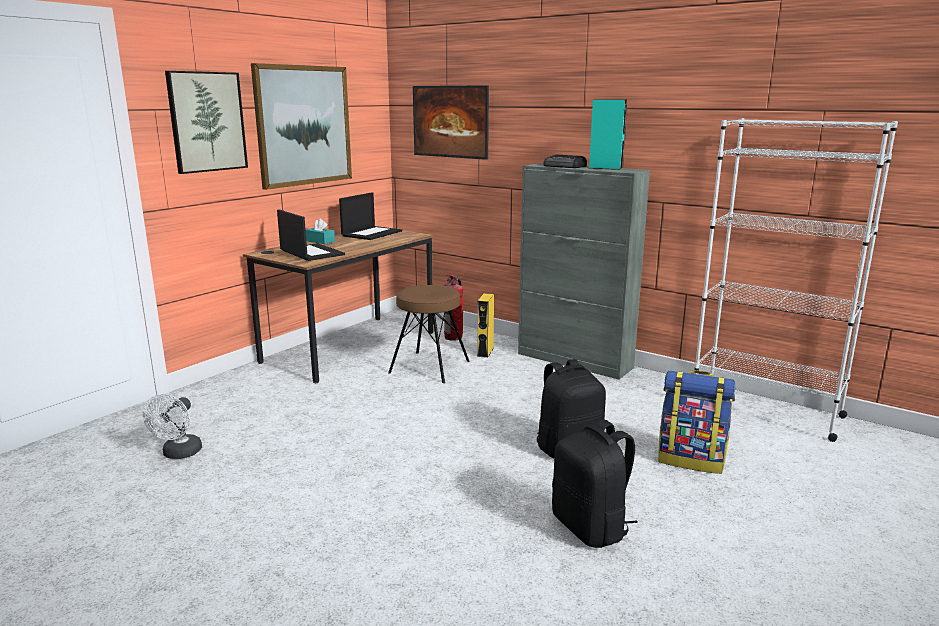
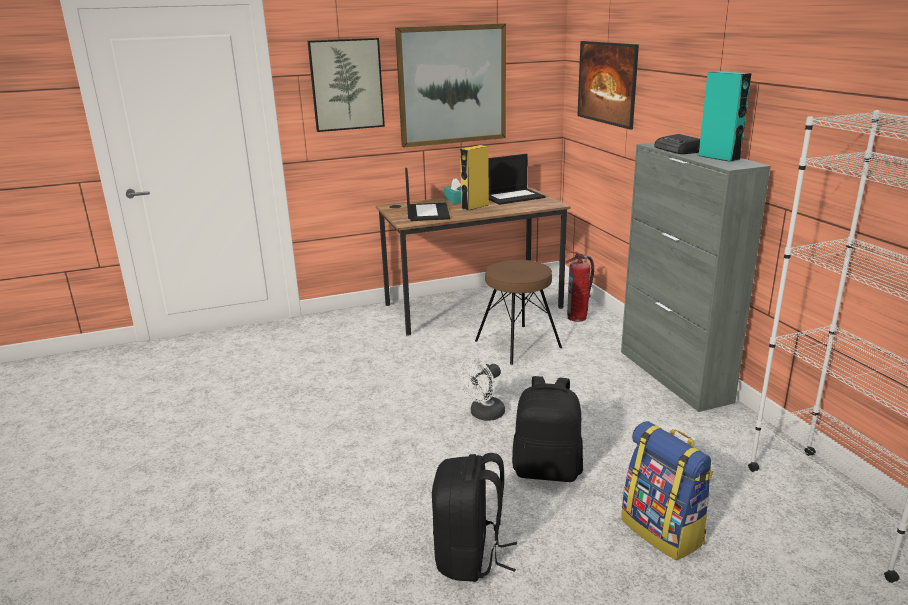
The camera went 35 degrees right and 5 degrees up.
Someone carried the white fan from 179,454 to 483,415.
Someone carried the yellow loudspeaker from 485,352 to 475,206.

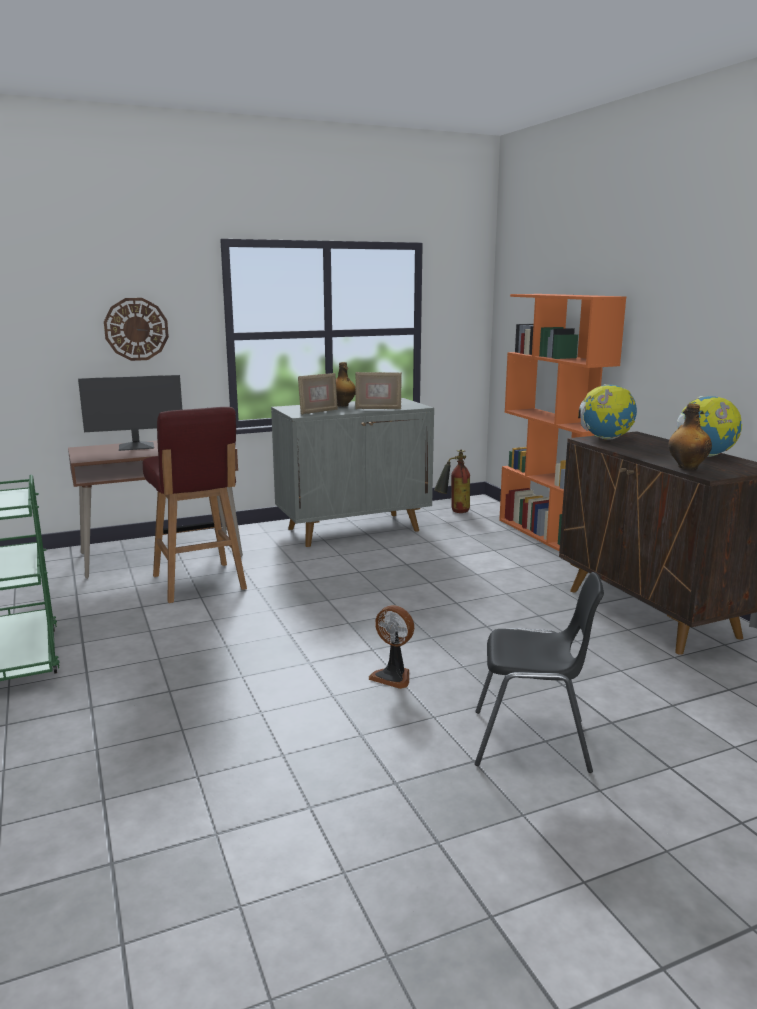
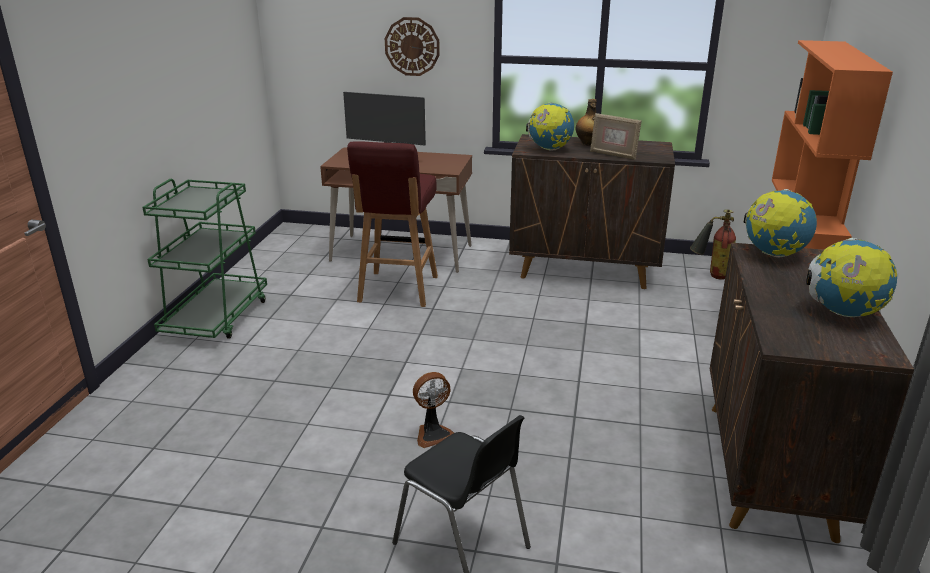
The camera went 35 degrees right and 10 degrees up.
Someone took away the drink bottle at 687,467.
Someone swapped the photo frame at 318,412 for the world globe at 549,149.
Someone repainted the gray cabinet at 354,529, which became the brown-coloured cabinet at 585,270.
Someone rotated the fan at 393,676 by 90 degrees counterclockwise.

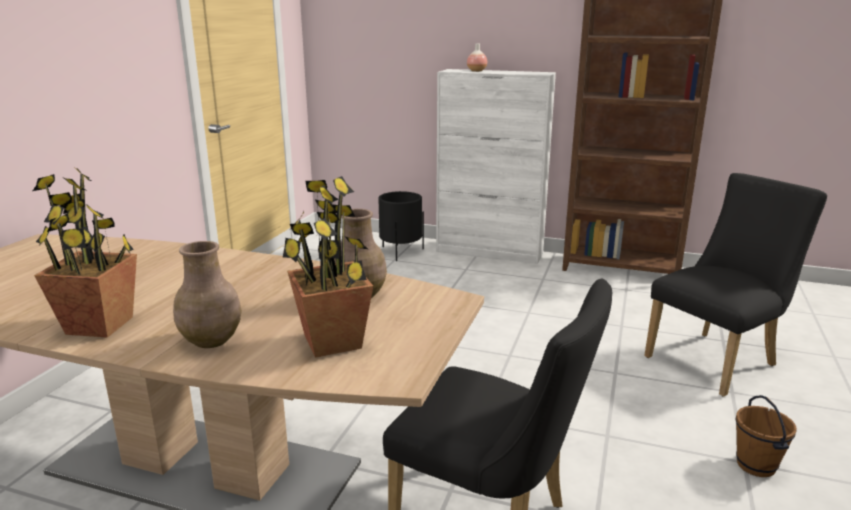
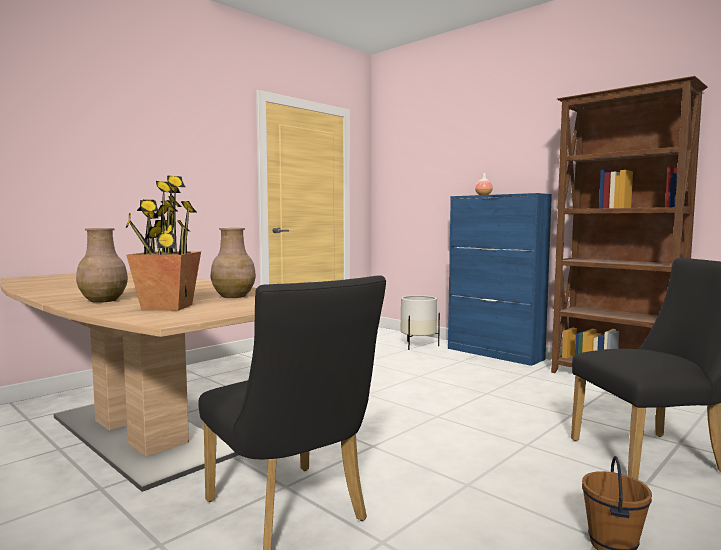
The camera went 25 degrees right and 15 degrees down.
Someone took away the houseplant at 100,325.
Someone repainted the blackish flower pot at 400,252, which became the white flower pot at 418,345.
Someone repainted the white cabinet at 490,252, which became the bluish cabinet at 494,354.

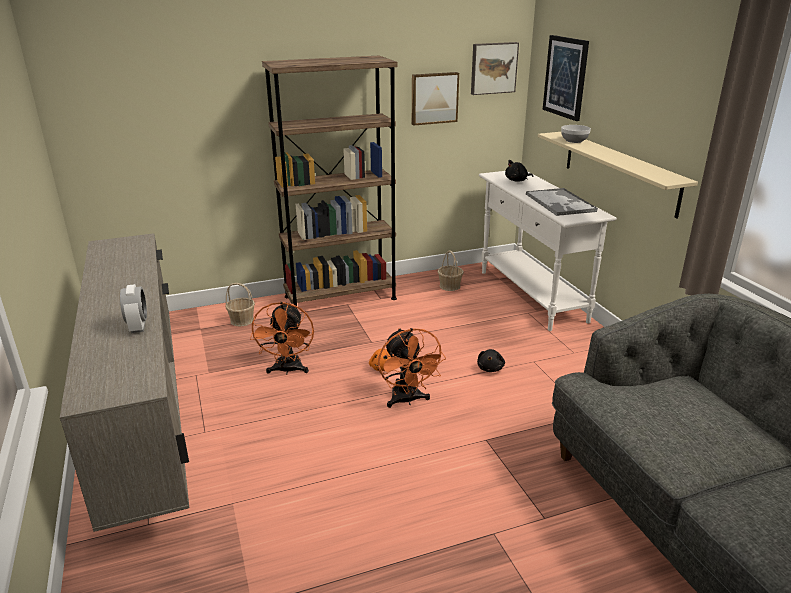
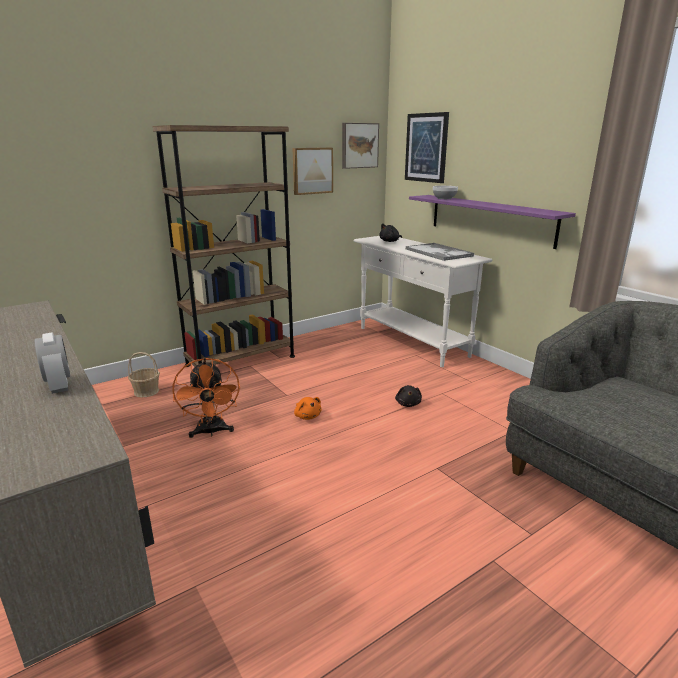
The camera went 15 degrees left and 5 degrees down.
Someone took away the orangey fan at 407,400.
Someone took away the basket at 450,286.
Someone repainted the sand-coloured bracket shelf at 619,171, which became the purple-coloured bracket shelf at 490,219.

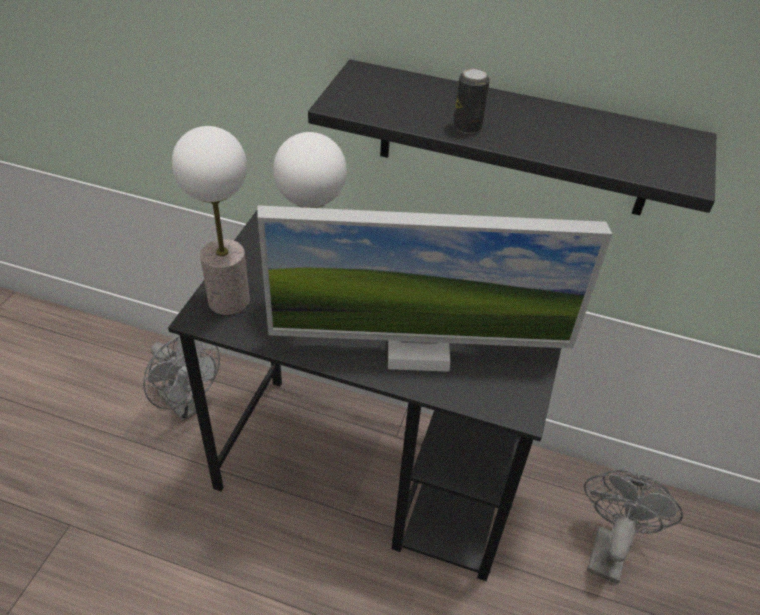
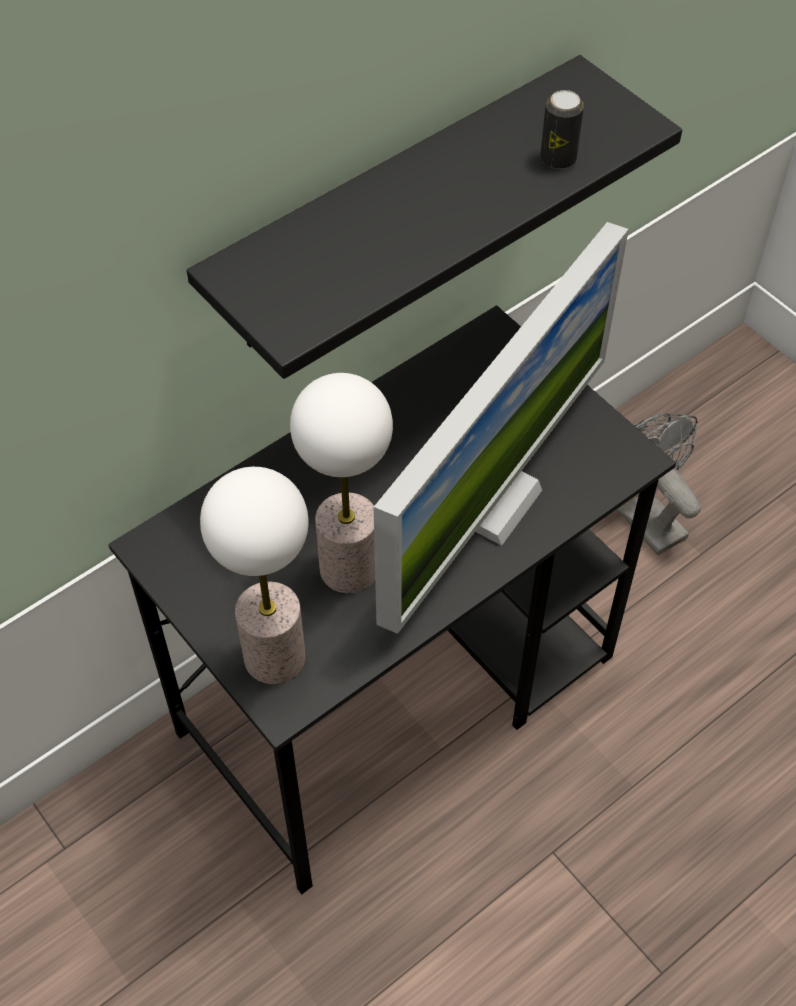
The camera went 55 degrees left and 10 degrees up.
Someone took away the gray fan at 187,406.
Someone carried the can from 467,127 to 558,158.

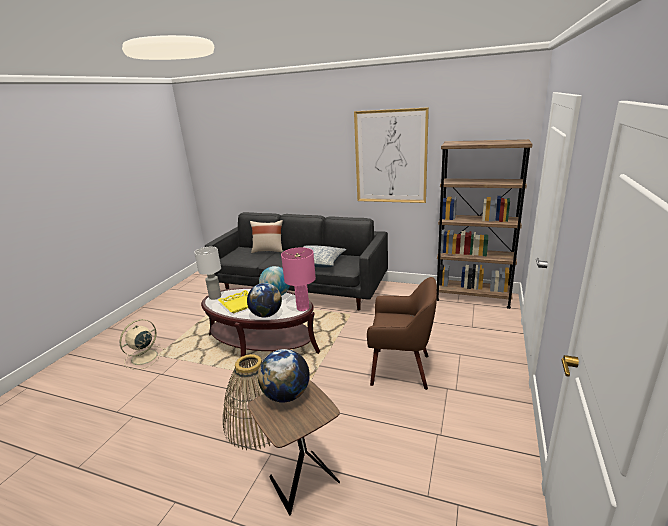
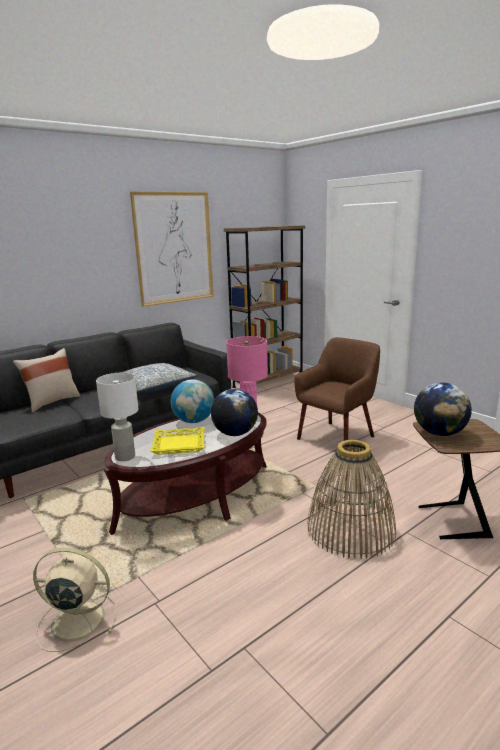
The camera went 60 degrees left and 5 degrees down.
Someone rotated the sand-coloured fan at 143,358 by 120 degrees clockwise.

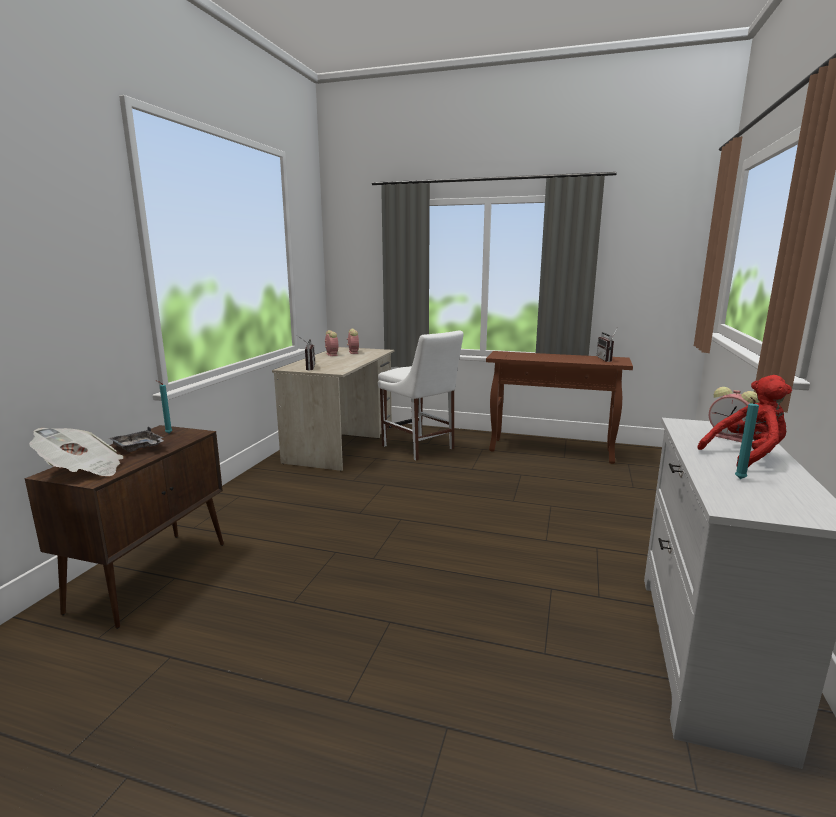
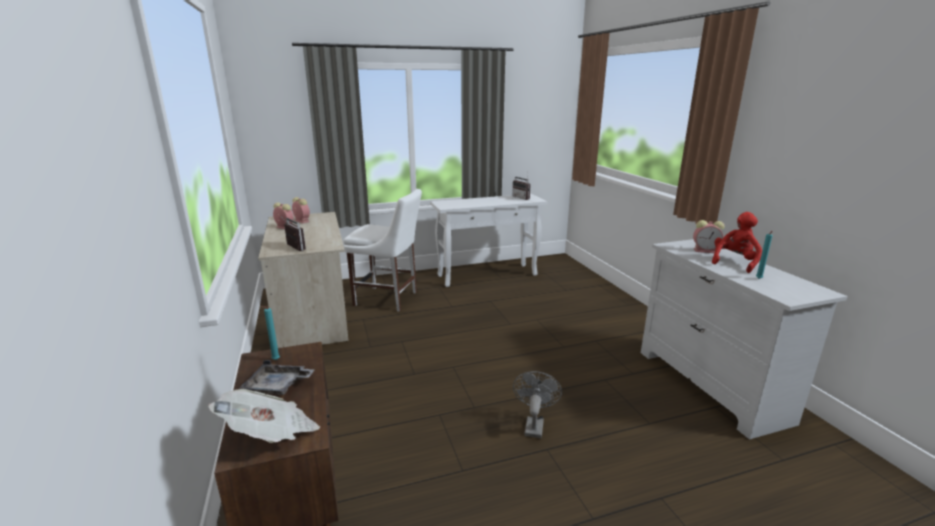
The camera went 35 degrees left and 5 degrees up.
Someone put down the gray fan at 534,424.
Someone repainted the brown-coloured hall table at 552,451, which became the white hall table at 488,275.

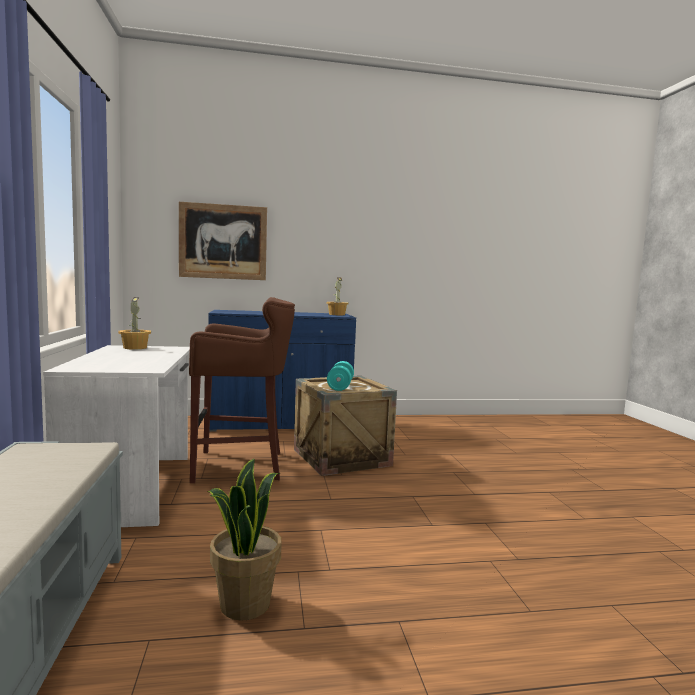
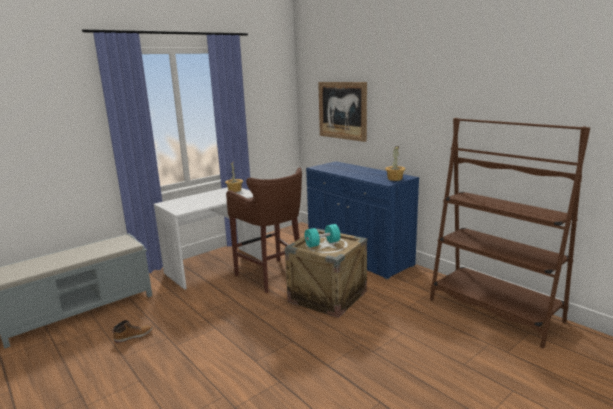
The camera went 60 degrees right and 10 degrees up.
Someone put down the brown-coloured shelving unit at 494,311.
Someone swapped the houseplant at 244,604 for the high-top boot at 133,336.

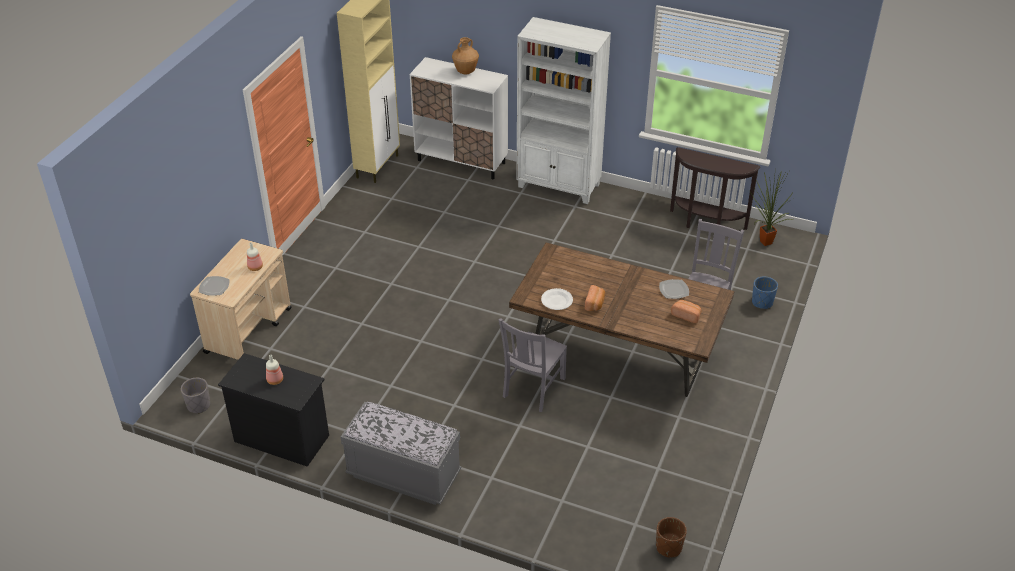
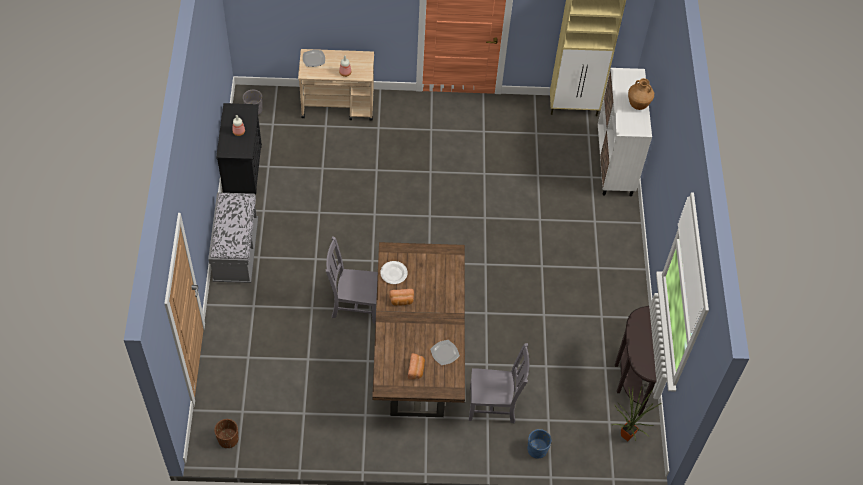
The camera went 65 degrees right and 15 degrees up.
Someone took away the white shelving unit at 559,186.

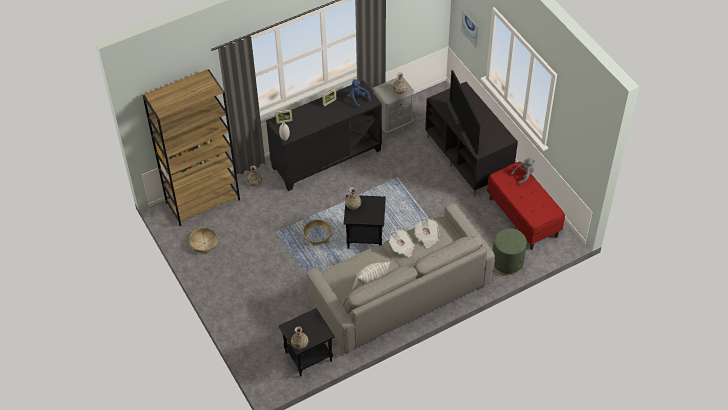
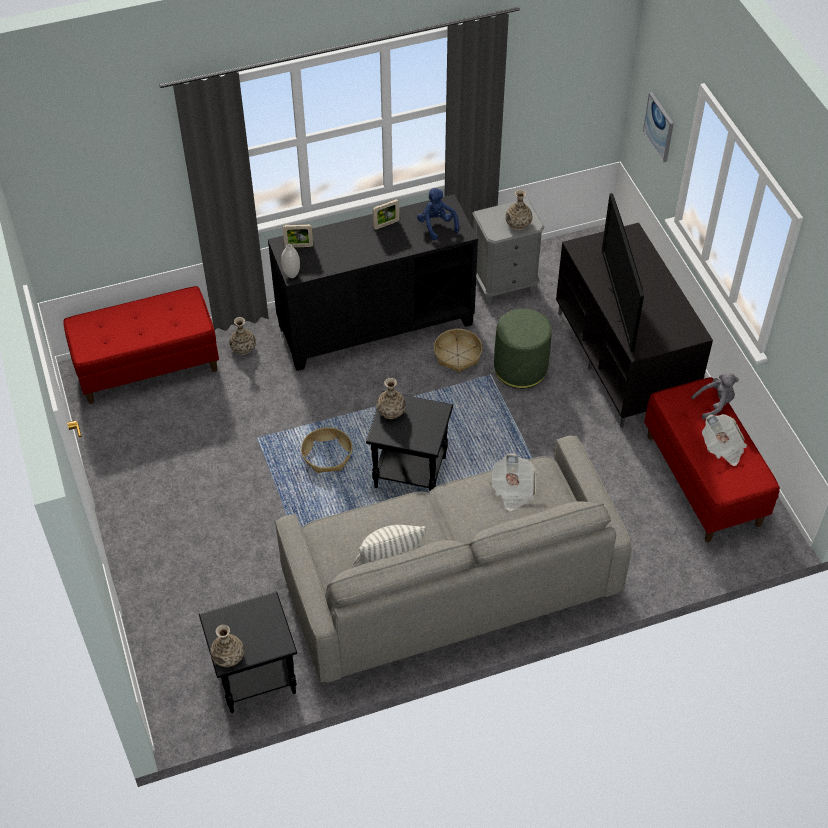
The camera went 10 degrees right and 0 degrees up.
Someone carried the basket from 204,243 to 457,355.
Someone carried the daily paper from 402,248 to 722,447.
Someone carried the greenish ottoman from 507,262 to 520,368.
Someone swapped the brown-coloured shelving unit at 203,201 for the red-coloured long seat at 148,366.

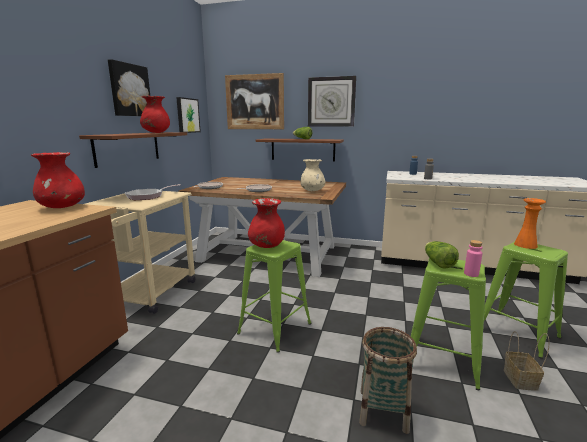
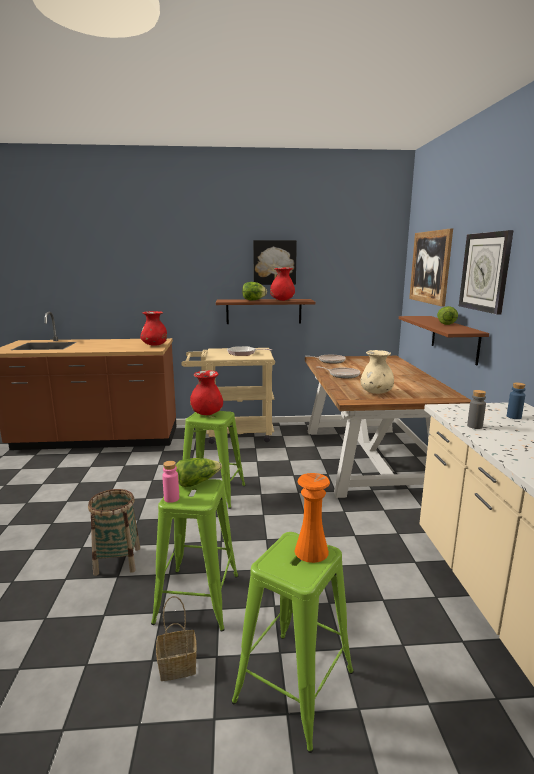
The camera went 70 degrees right and 0 degrees up.
Someone took away the wall art at 187,115.
Someone put down the lettuce head at 253,300.

